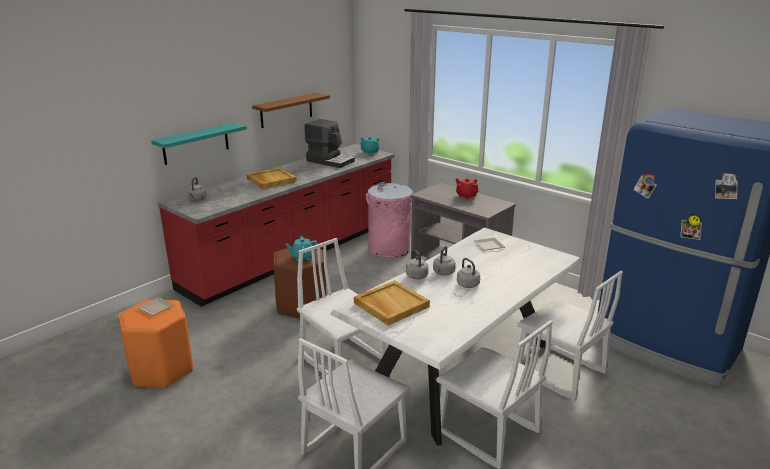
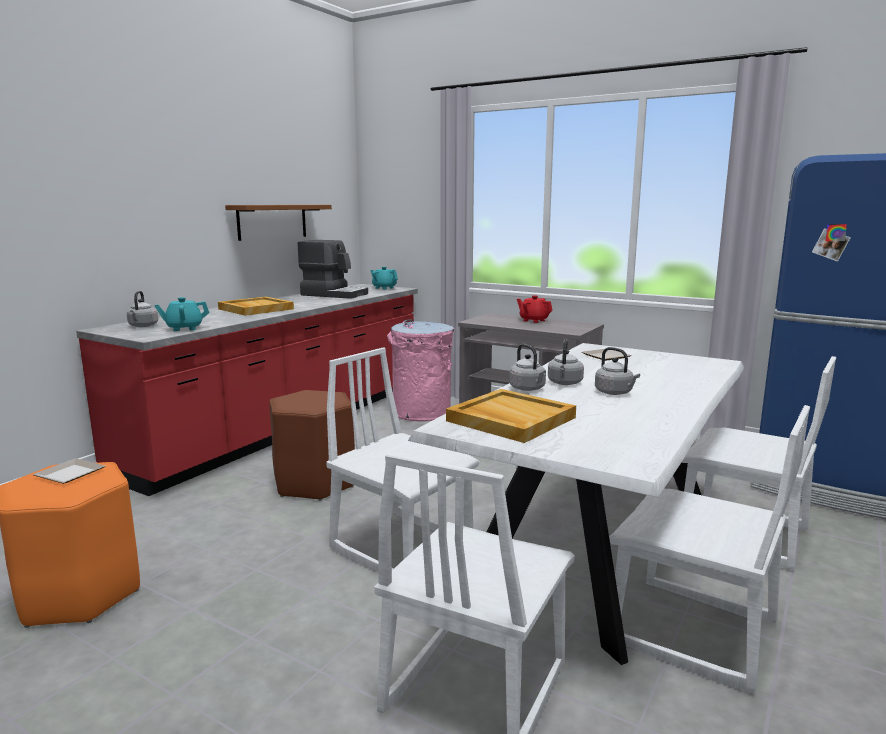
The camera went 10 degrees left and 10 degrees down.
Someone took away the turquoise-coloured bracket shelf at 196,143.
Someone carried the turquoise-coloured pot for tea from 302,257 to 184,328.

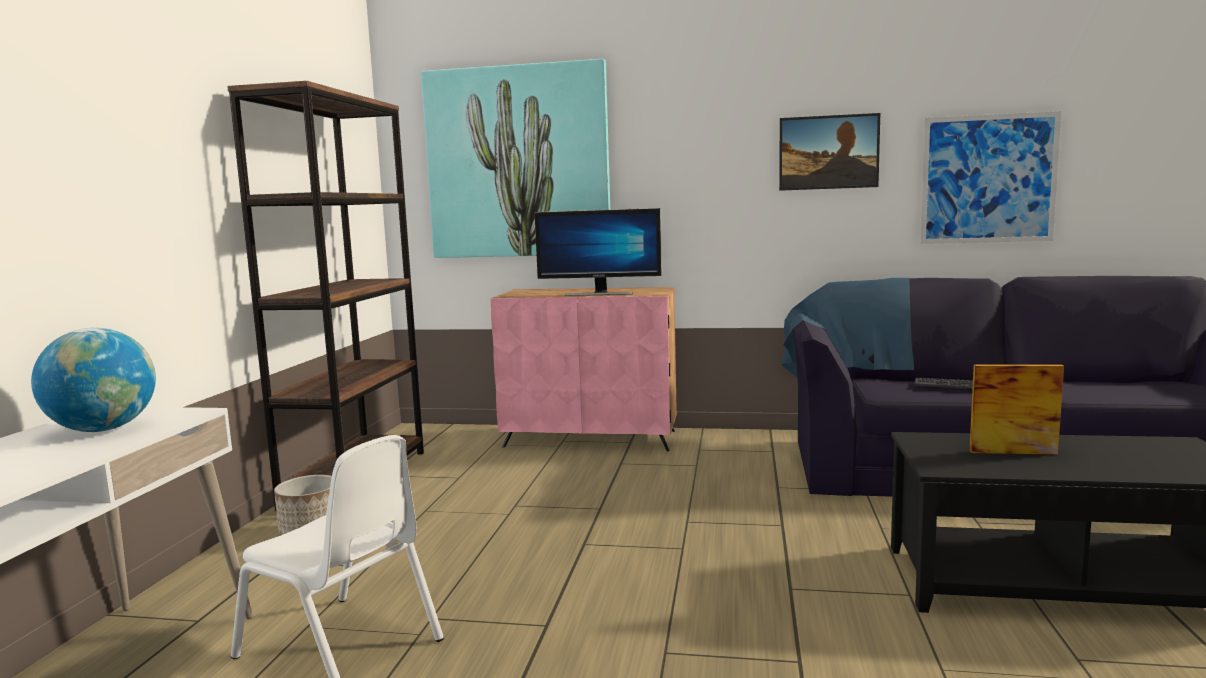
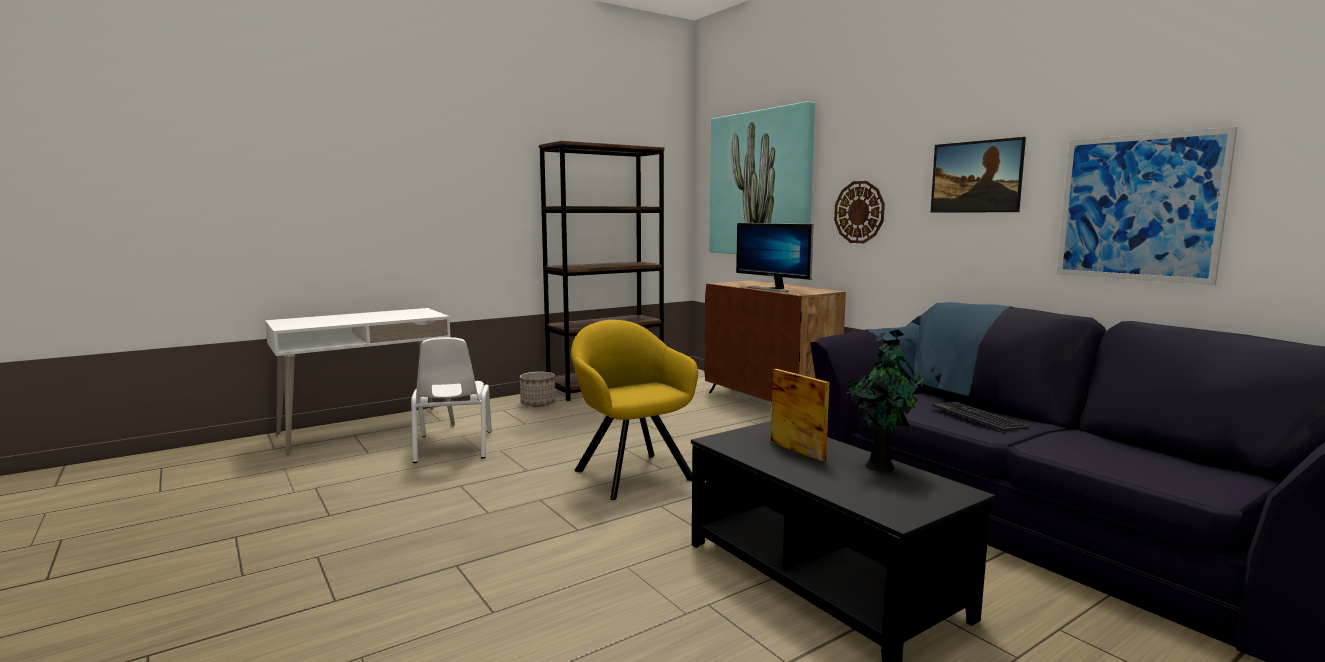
The camera went 45 degrees right and 0 degrees up.
Someone took away the world globe at 103,429.
Someone put down the yellow armchair at 631,472.
Someone put up the wall clock at 859,212.
Someone put down the houseplant at 880,465.
Someone repainted the pink-coloured cabinet at 591,438, which became the brown-coloured cabinet at 770,403.

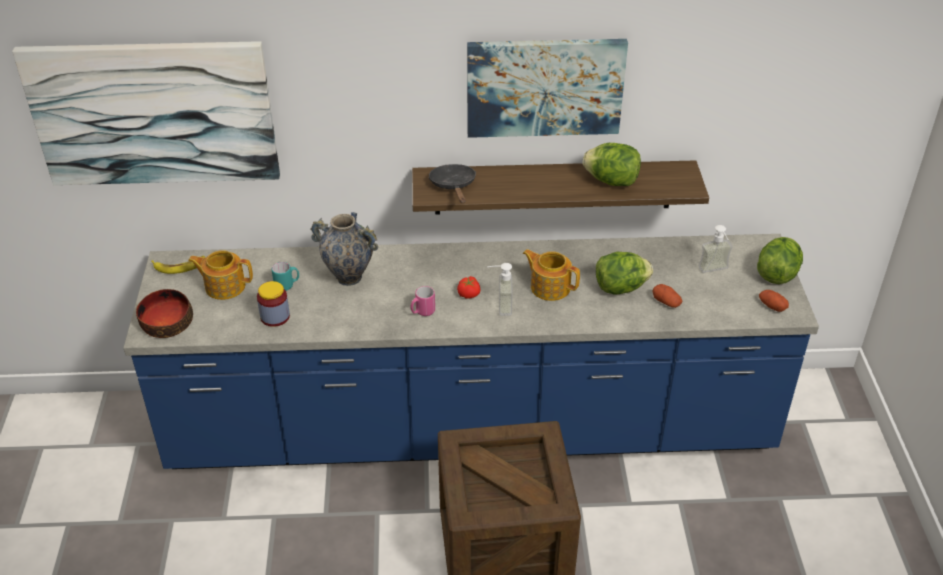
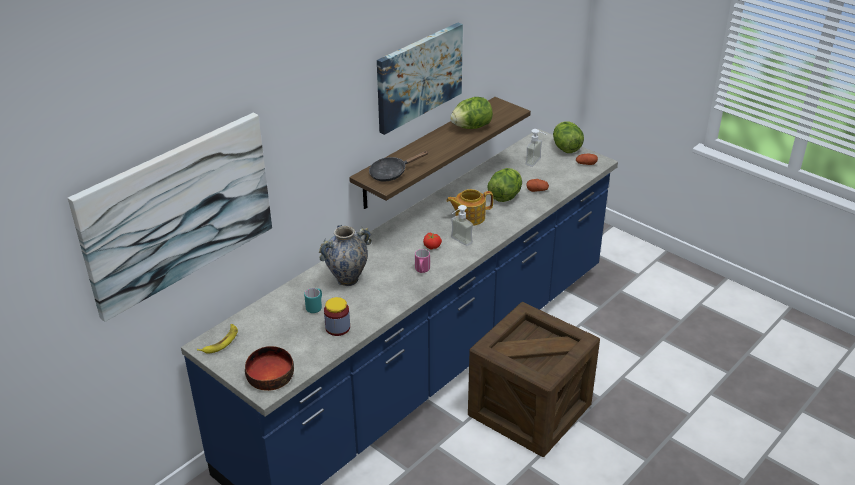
The camera went 45 degrees left and 5 degrees down.
Someone took away the pot for tea at 224,286.
Someone rotated the blackish pan at 453,186 by 60 degrees counterclockwise.

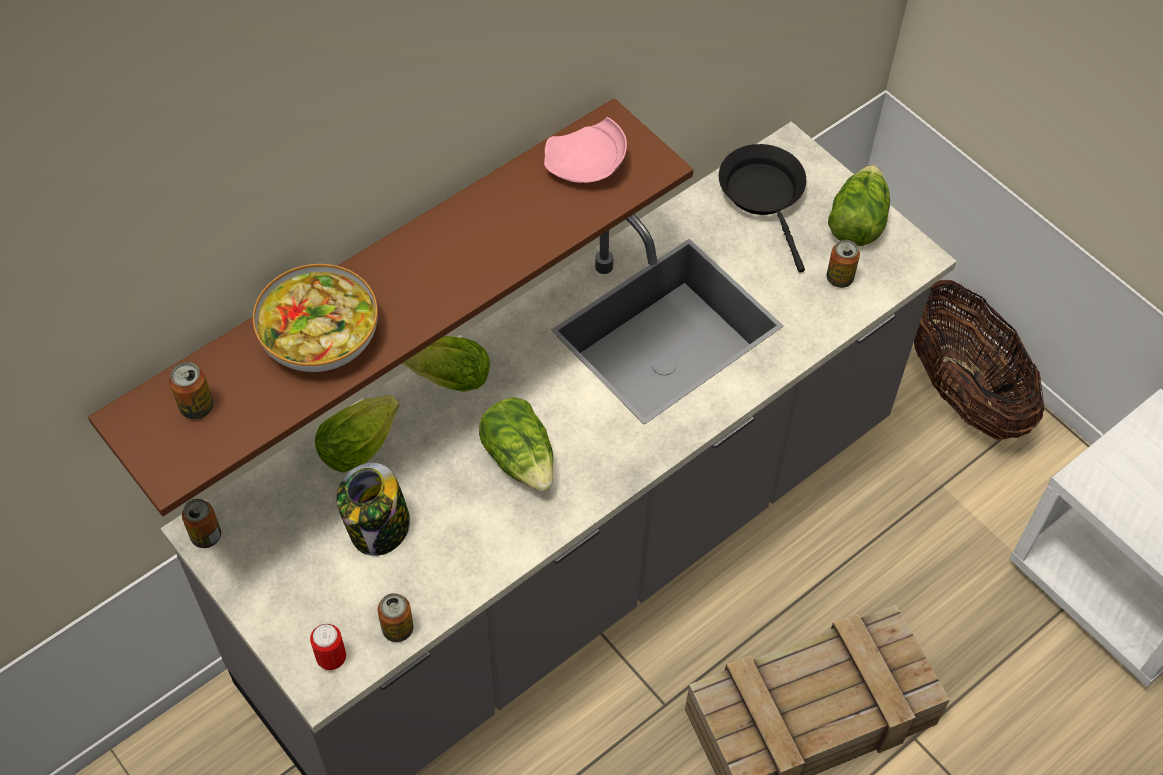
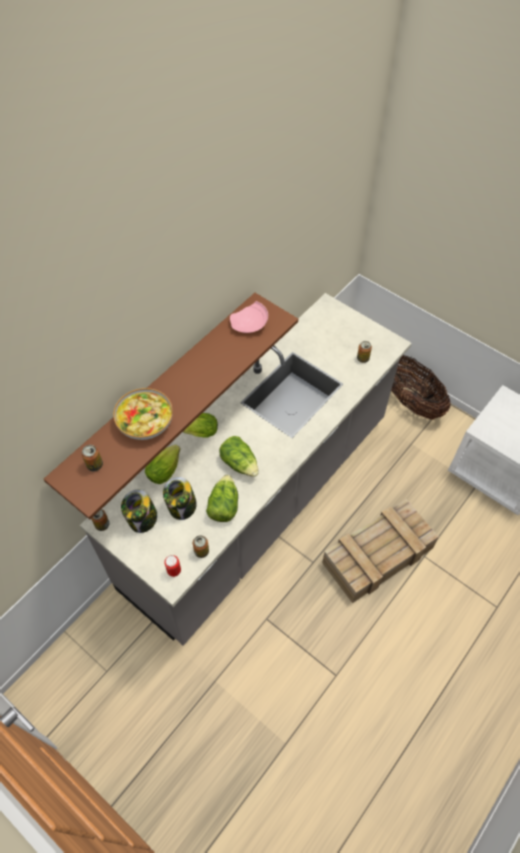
The camera went 10 degrees left and 0 degrees up.
Someone took away the blackish pan at 764,196.
Someone put down the storage jar at 142,519.
Someone carried the lettuce head from 856,221 to 223,505.

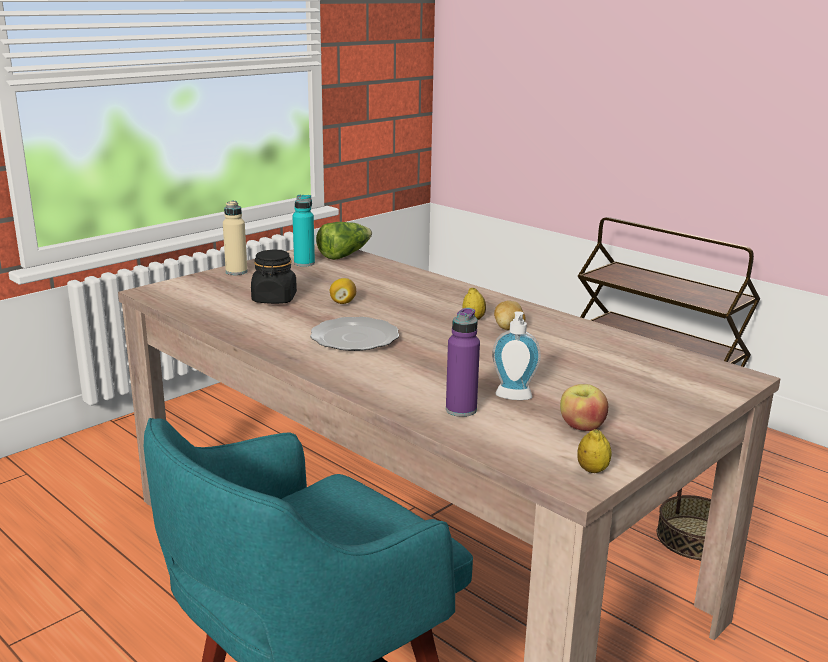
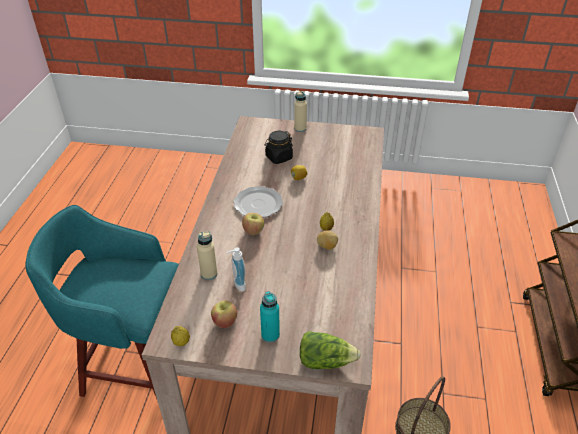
The camera went 55 degrees right and 20 degrees up.
Someone put down the apple at 253,231.
Someone carried the turquoise-coloured drink bottle from 304,263 to 270,335.
Someone carried the lettuce head from 344,255 to 325,360.
Someone repainted the purple-coloured drink bottle at 461,410, which became the sand-coloured drink bottle at 209,274.

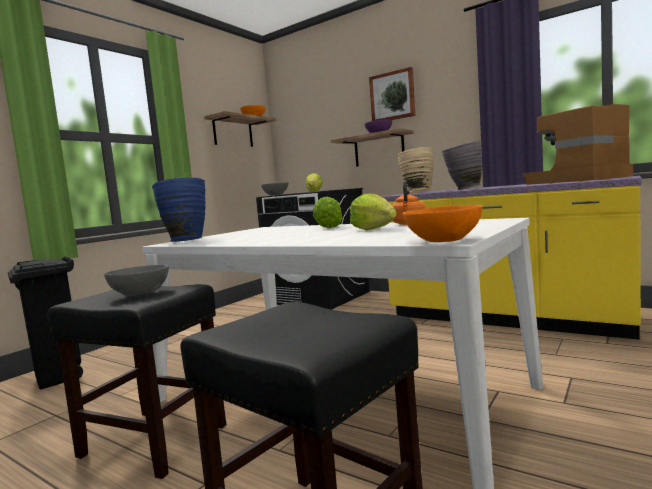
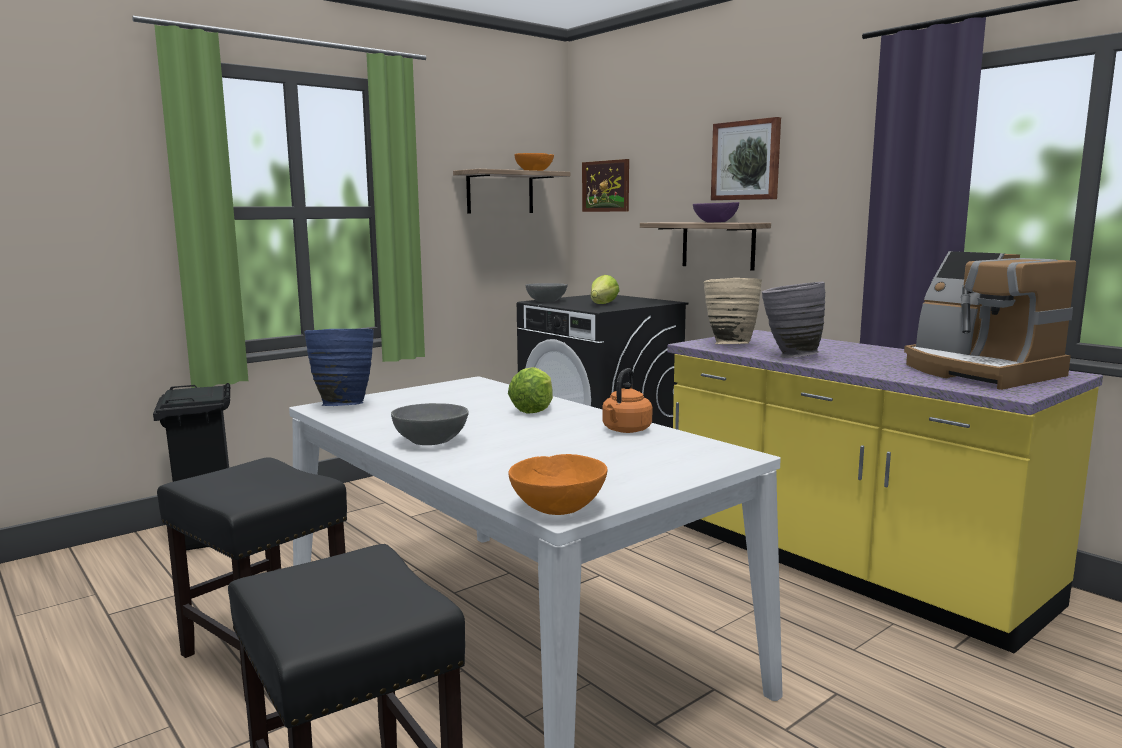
The camera went 15 degrees right and 5 degrees up.
Someone took away the lettuce head at 374,229.
Someone put up the wall art at 605,186.
Someone carried the gray bowl from 140,293 to 431,441.
Someone rotated the coffee brewer at 578,180 by 105 degrees counterclockwise.

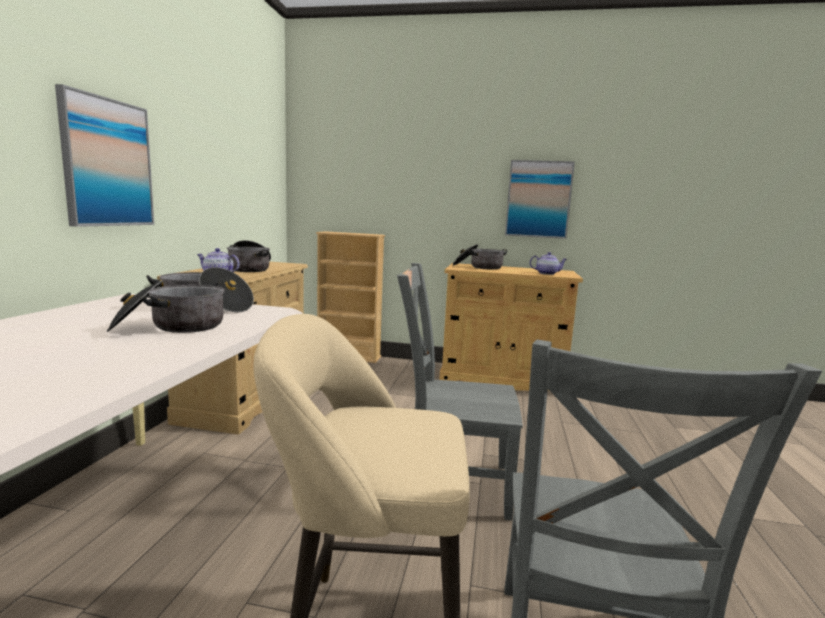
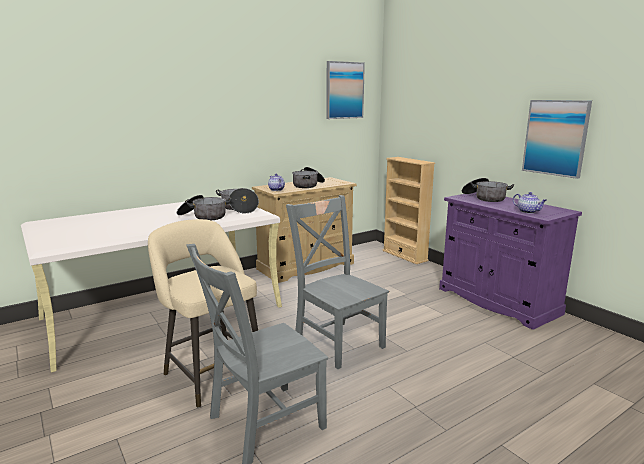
The camera went 45 degrees right and 5 degrees up.
Someone carried the wall art from 107,163 to 344,90.
Someone repainted the sand-coloured cabinet at 502,379, which became the purple-coloured cabinet at 497,301.

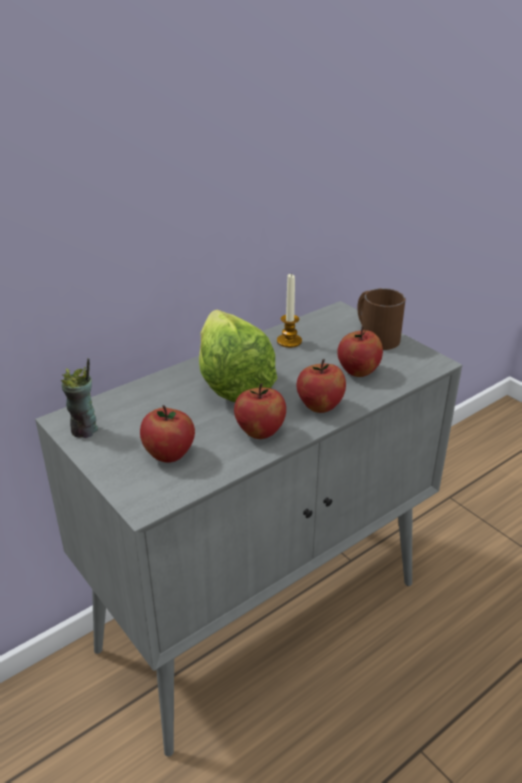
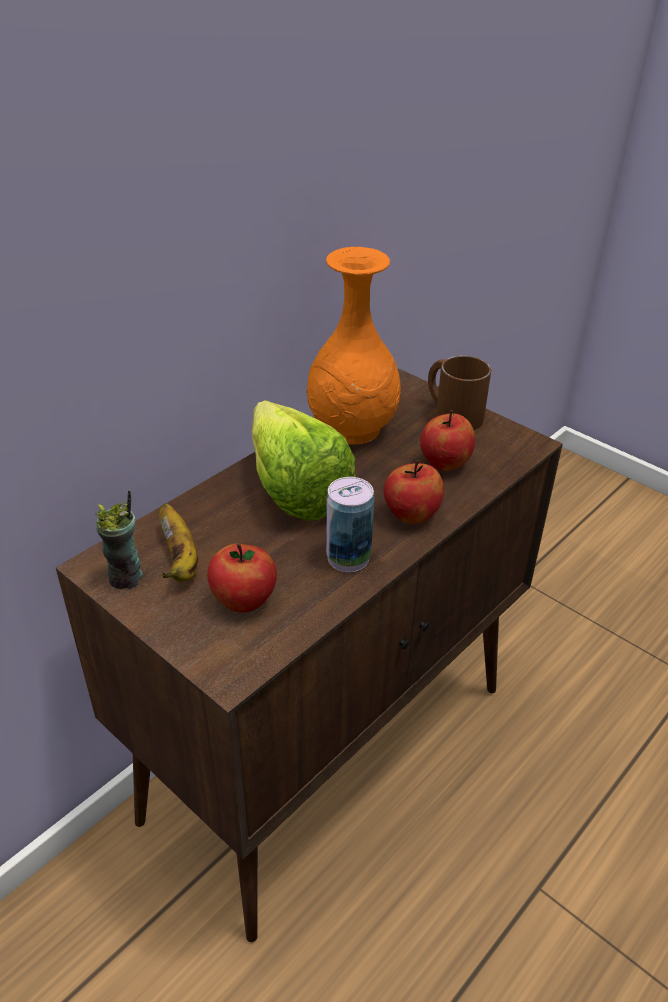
The camera went 10 degrees left and 5 degrees up.
Someone put down the banana fruit at 180,560.
Someone swapped the apple at 260,432 for the can at 348,557.
Someone swapped the wax candle at 289,341 for the orangey decorative vase at 351,429.
Someone repainted the gray cabinet at 262,614, which became the brown-coloured cabinet at 331,749.

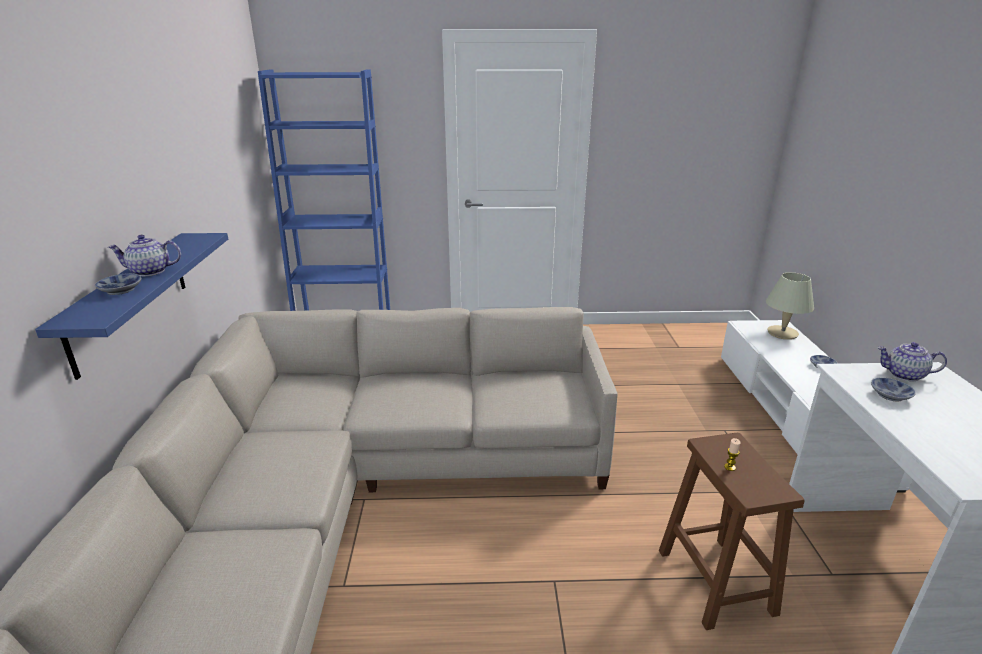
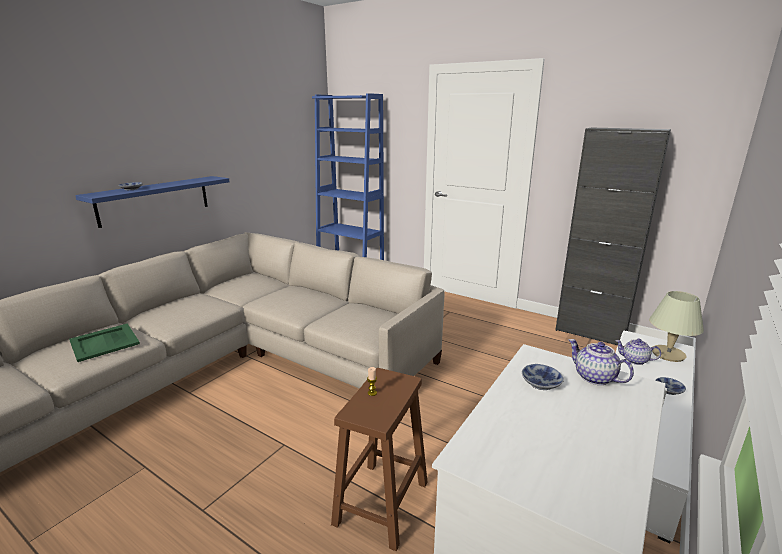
The camera went 35 degrees right and 5 degrees down.
Someone put down the greenish tray at 104,342.
Someone put down the blackish cabinet at 590,333.
Someone carried the pot for tea from 150,272 to 634,360.

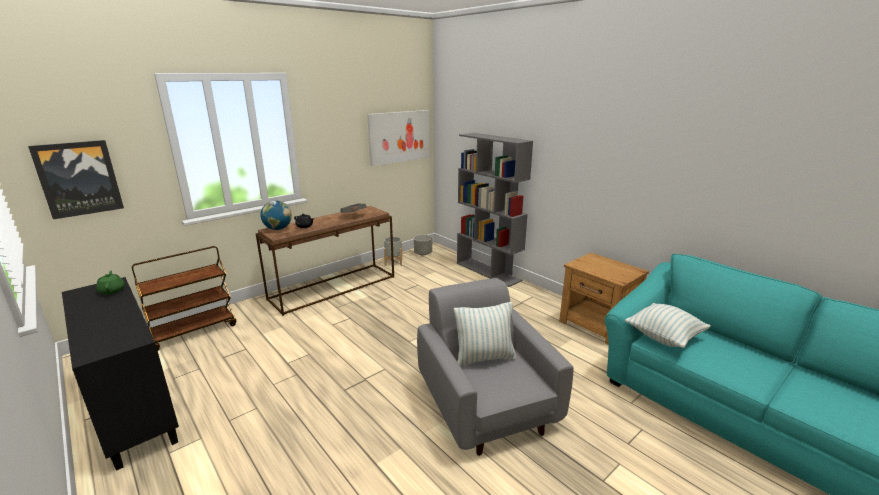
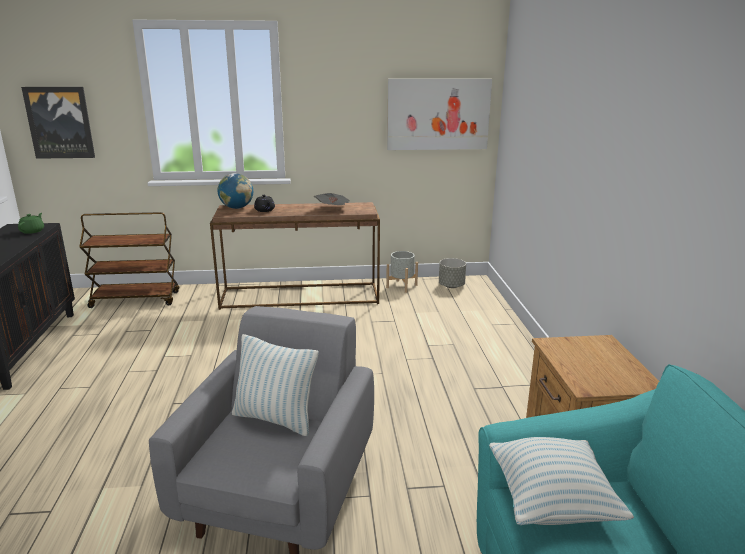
The camera went 35 degrees right and 0 degrees up.
Someone took away the gray shelving unit at 488,272.

